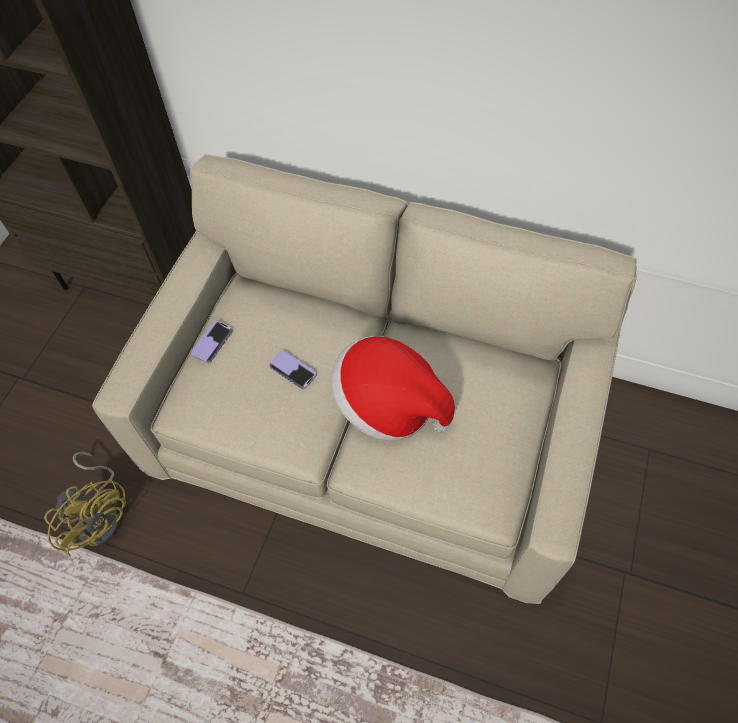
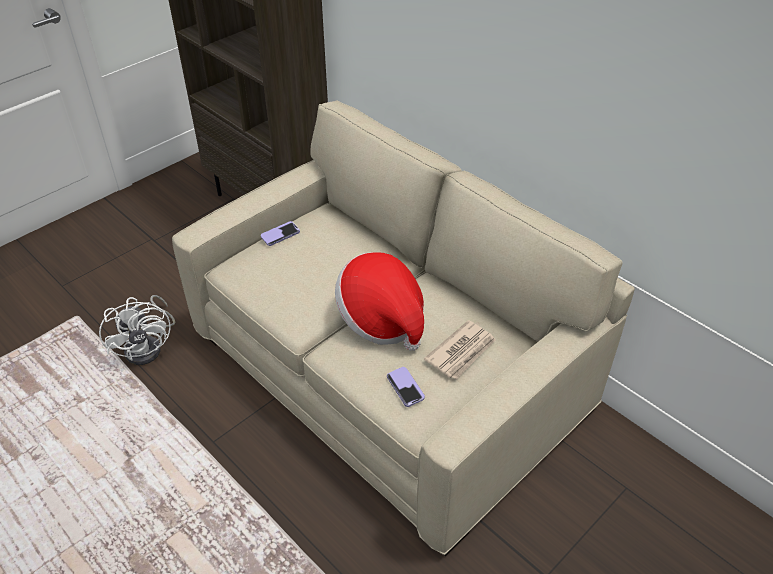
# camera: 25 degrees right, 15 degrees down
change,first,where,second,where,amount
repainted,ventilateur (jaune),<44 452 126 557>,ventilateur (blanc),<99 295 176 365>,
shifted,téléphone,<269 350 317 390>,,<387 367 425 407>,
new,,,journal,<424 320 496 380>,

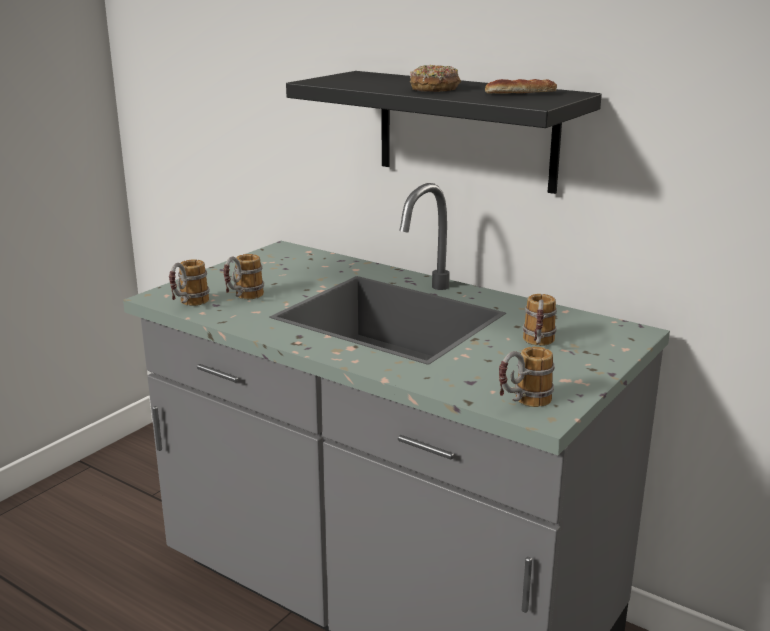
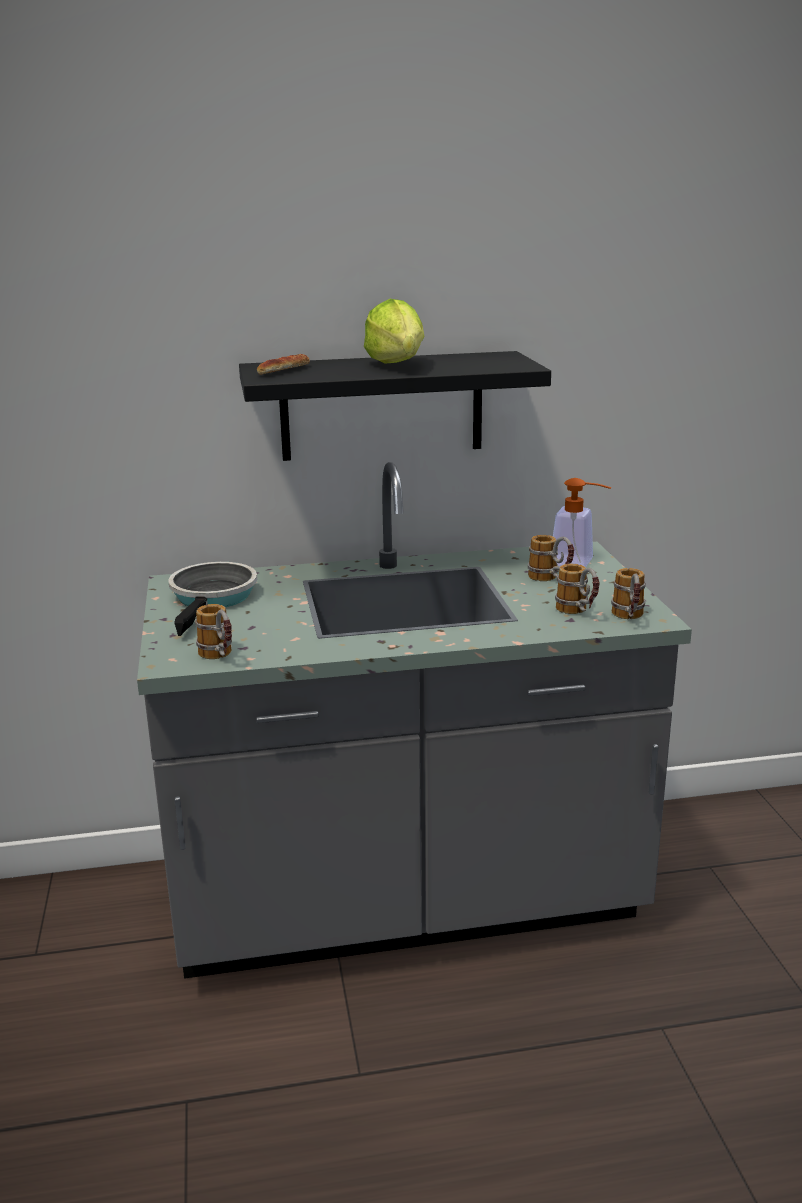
# camera: 45 degrees left, 0 degrees up
change,first,where,second,where,amount
shifted,mug,<223 254 264 299>,,<555 564 600 614>,
swapped,beignet,<410 64 461 92>,laitue,<364 299 425 364>,
shifted,pain,<485 79 557 94>,,<257 354 310 375>,
new,,,poêle,<168 562 257 636>,
new,,,distributeur de savon,<553 478 612 567>,

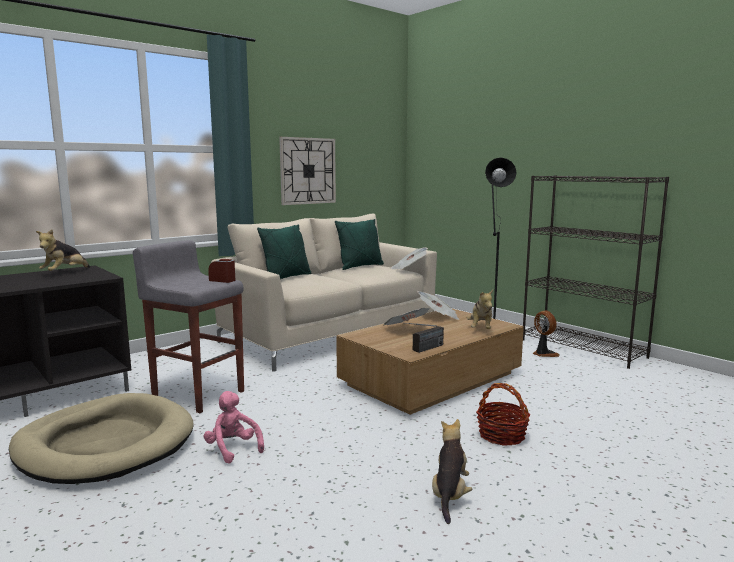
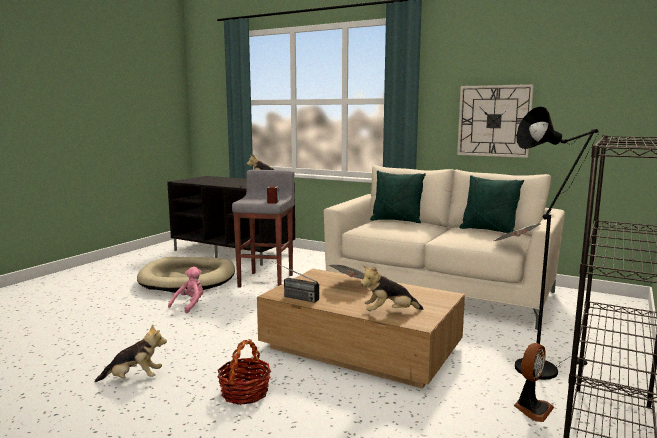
# camera: 70 degrees right, 0 degrees up
change,first,where,second,where,amount
gone,journal,<417 291 459 320>,,,

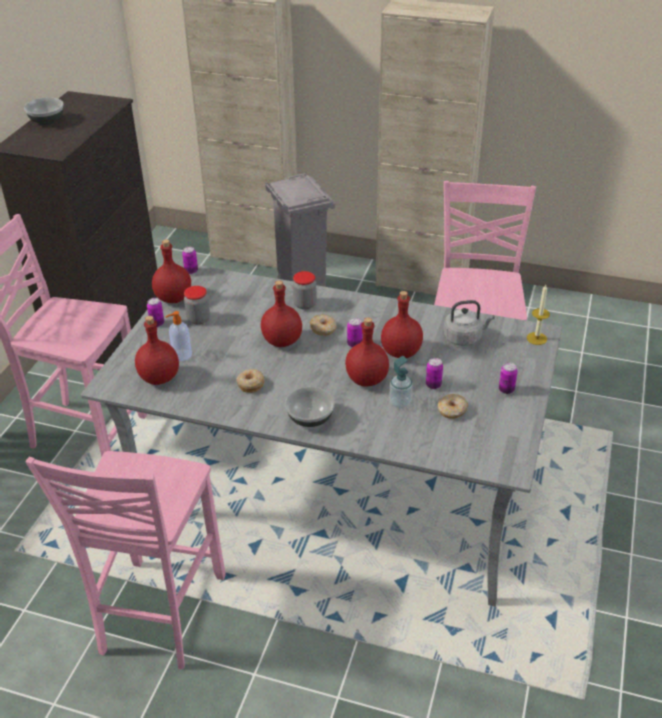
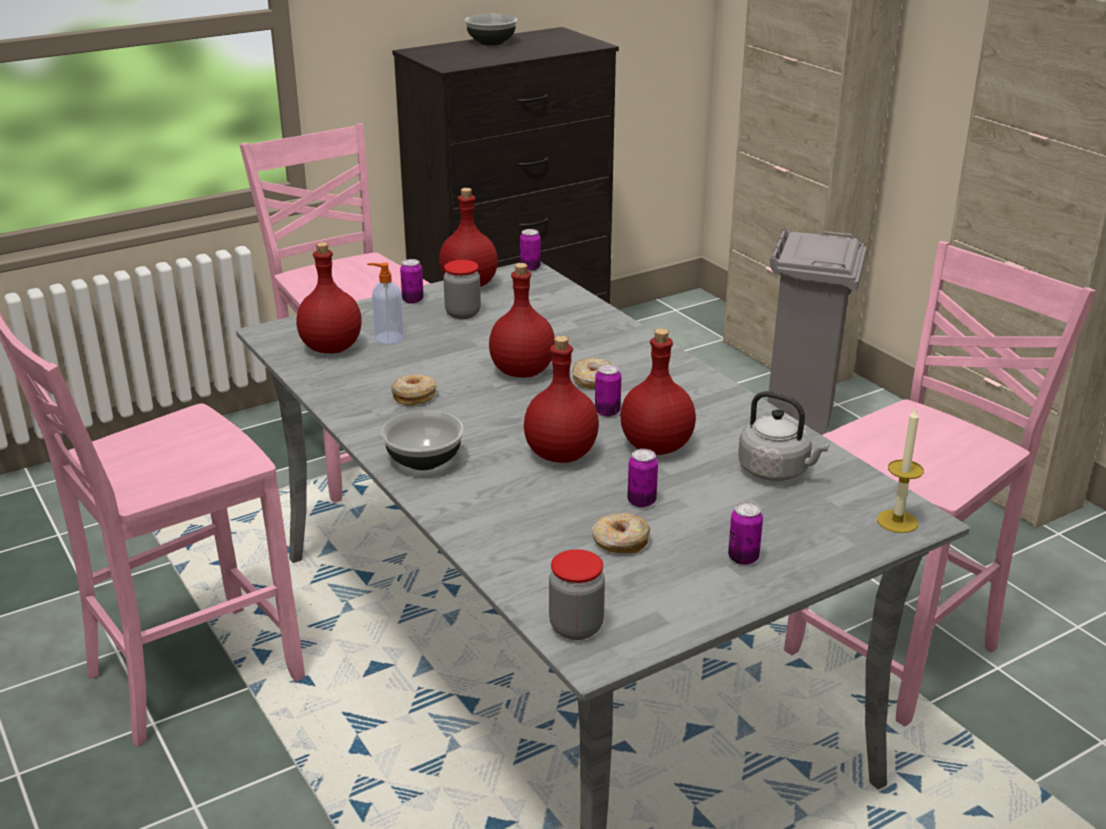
# camera: 40 degrees right, 10 degrees down
change,first,where,second,where,amount
shifted,bocal,<293 271 317 310>,,<549 549 605 640>,
gone,distributeur de savon,<389 356 413 408>,,,

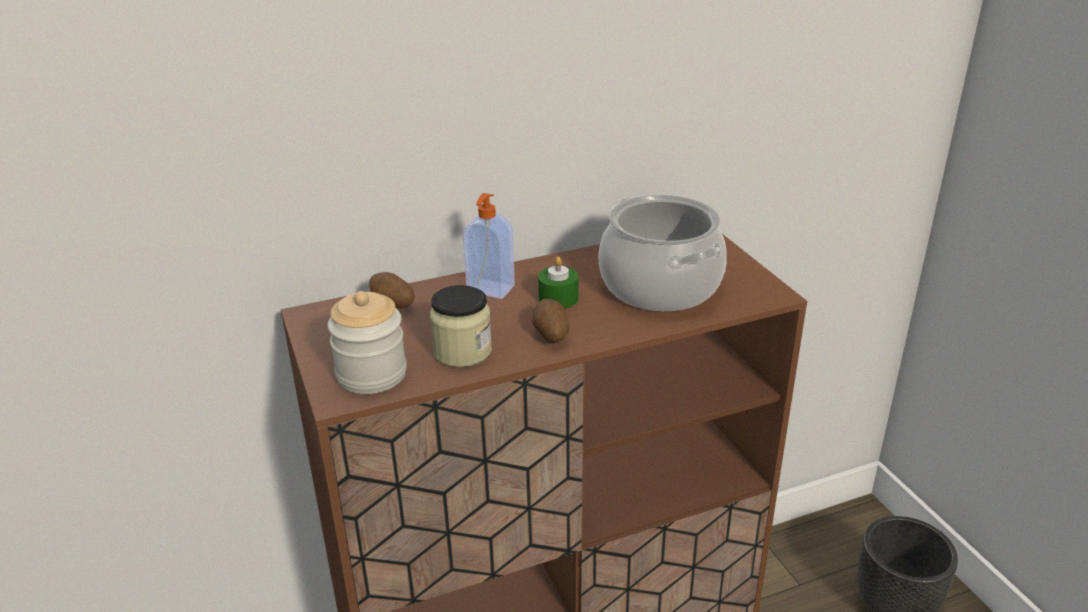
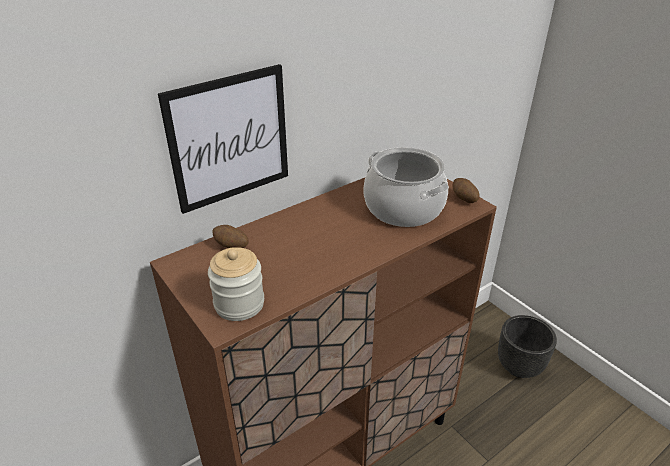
# camera: 15 degrees left, 5 degrees up
change,first,where,second,where,amount
gone,bocal,<430 285 492 367>,,,
gone,distributeur de savon,<463 193 515 299>,,,
shifted,pomme de terre,<532 299 570 343>,,<453 178 480 203>,
gone,bougie (vert),<538 256 579 309>,,,
new,,,tableau,<158 64 288 214>,

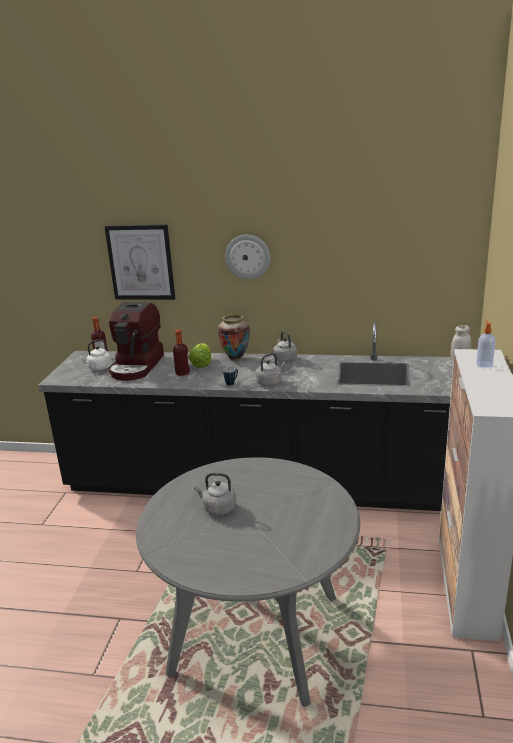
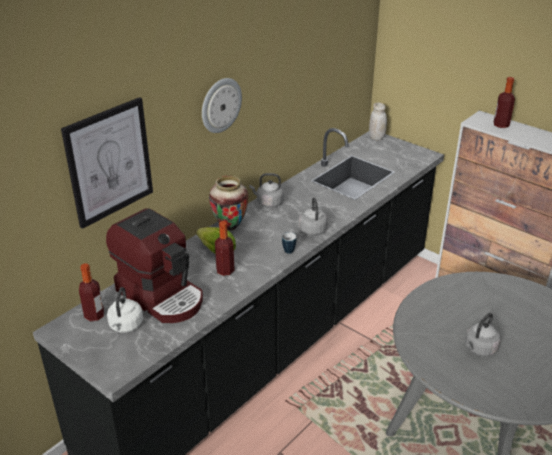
# camera: 60 degrees left, 10 degrees up
change,first,where,second,where,amount
swapped,distributeur de savon,<476 320 496 368>,bouteille,<494 77 515 128>,

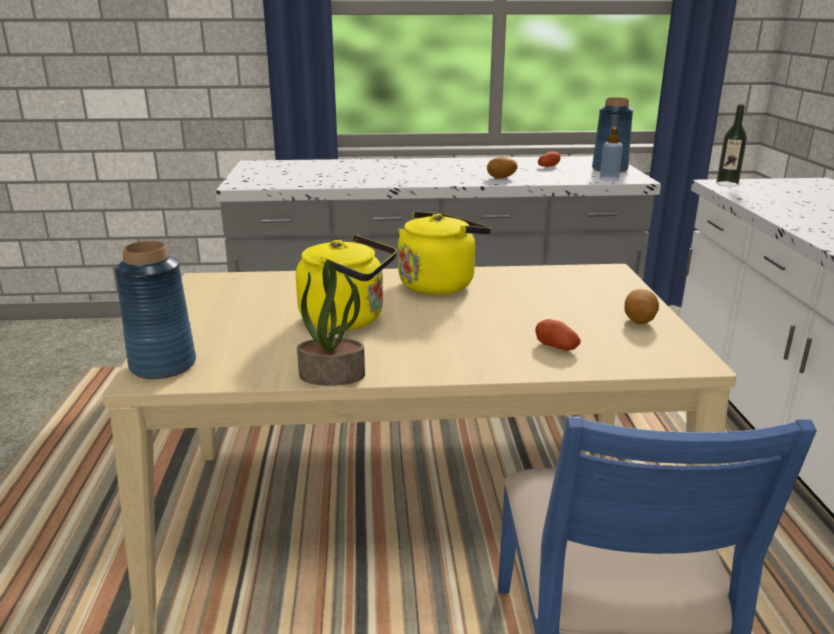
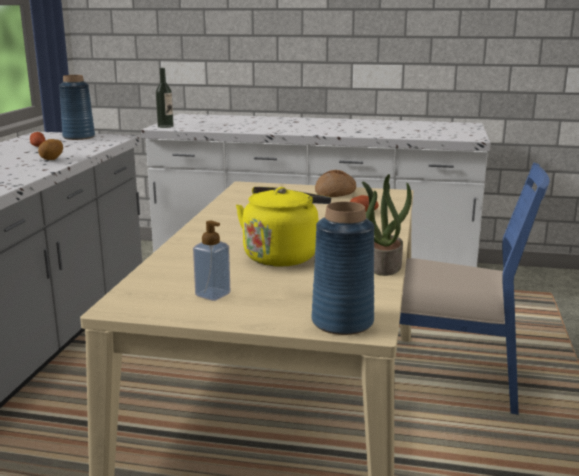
# camera: 75 degrees left, 5 degrees down
change,first,where,second,where,amount
gone,bouilloire (jaune),<398 212 491 295>,,,
shifted,distributeur de savon,<600 127 623 181>,,<193 221 230 301>,
swapped,pomme de terre,<625 289 659 324>,pain,<315 170 356 197>,

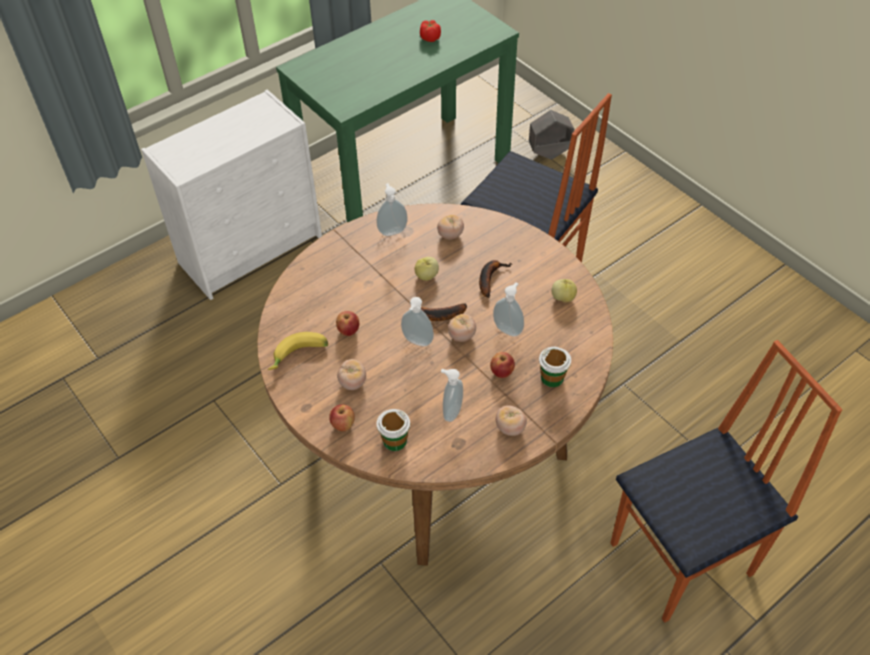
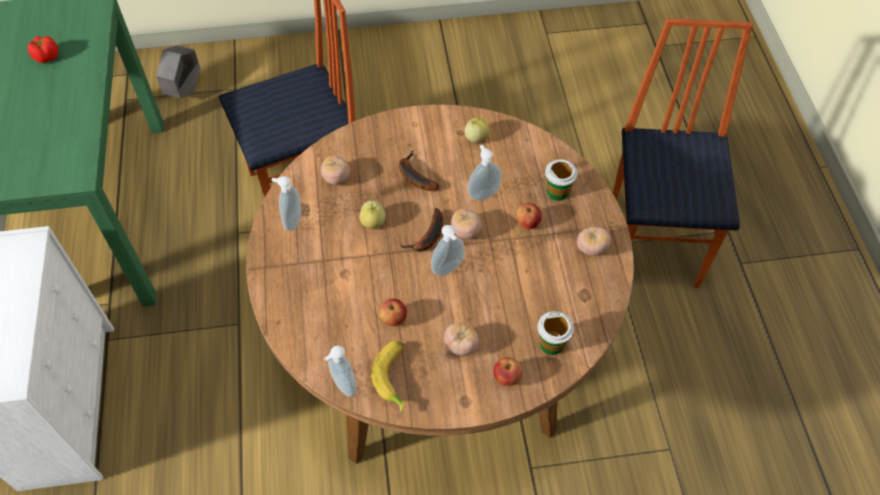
# camera: 60 degrees left, 5 degrees up
change,first,where,second,where,amount
shifted,distributeur de savon,<441 369 463 422>,,<324 345 356 397>,

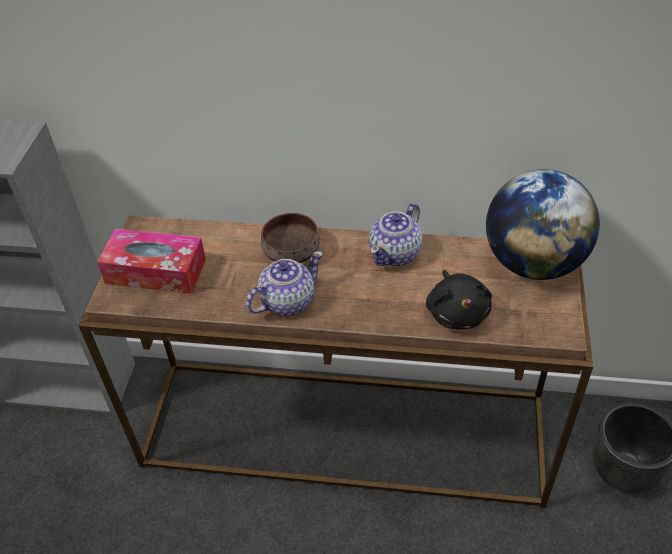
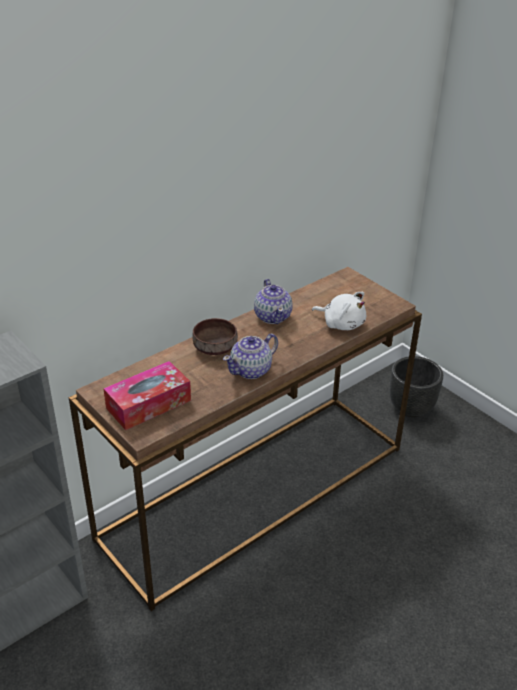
# camera: 50 degrees left, 10 degrees down
change,first,where,second,where,amount
rotated,théière,<246 251 323 315>,,<223 334 278 379>,135 degrees counterclockwise
repainted,peluche (noir),<426 270 492 329>,peluche (blanc),<312 292 366 330>,
gone,globe,<486 169 600 280>,,,

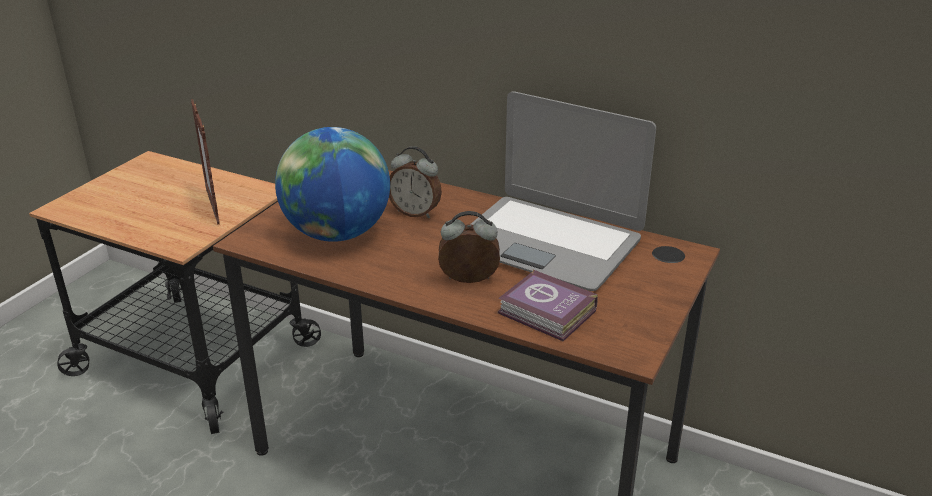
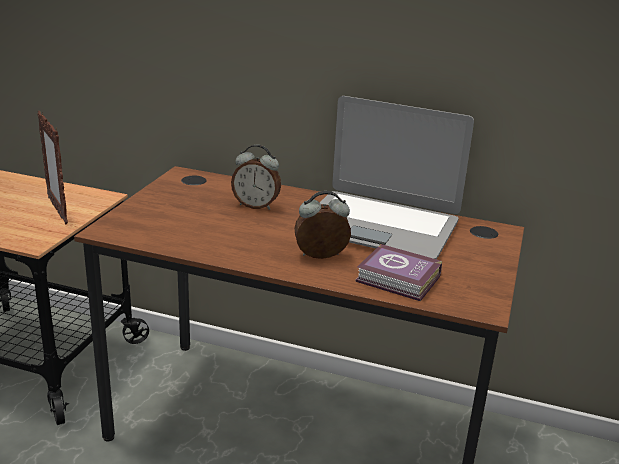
# camera: 10 degrees left, 5 degrees down
change,first,where,second,where,amount
gone,globe,<275 127 390 242>,,,

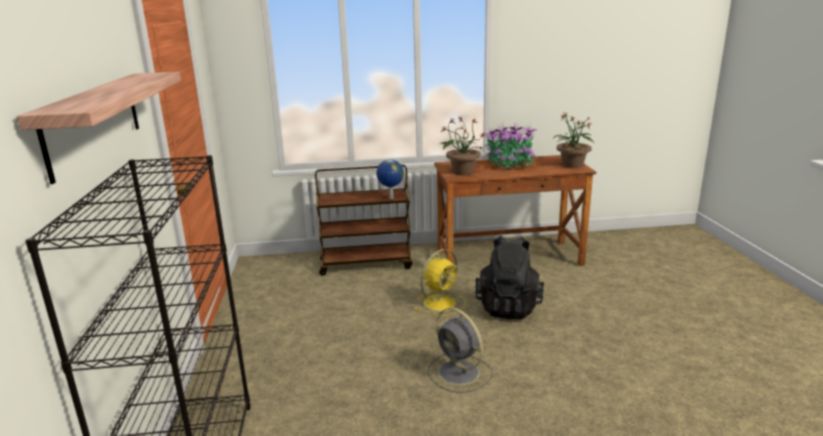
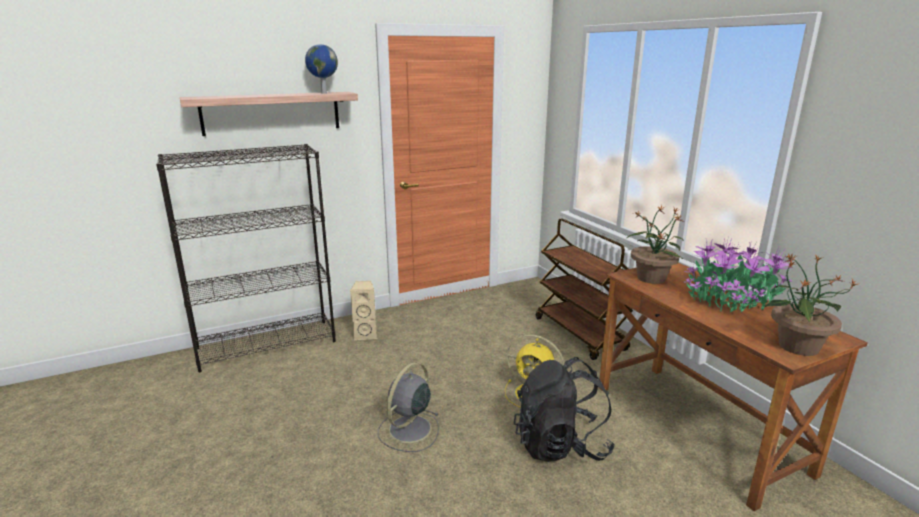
# camera: 70 degrees right, 0 degrees up
change,first,where,second,where,amount
shifted,globe,<376 159 404 199>,,<305 44 338 94>,
new,,,enceinte (beige),<350 281 377 340>,

